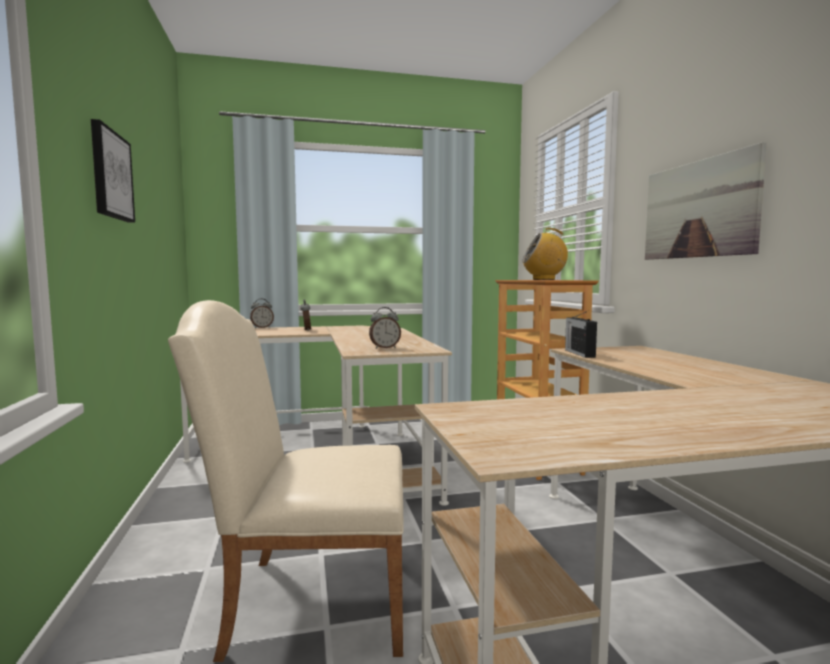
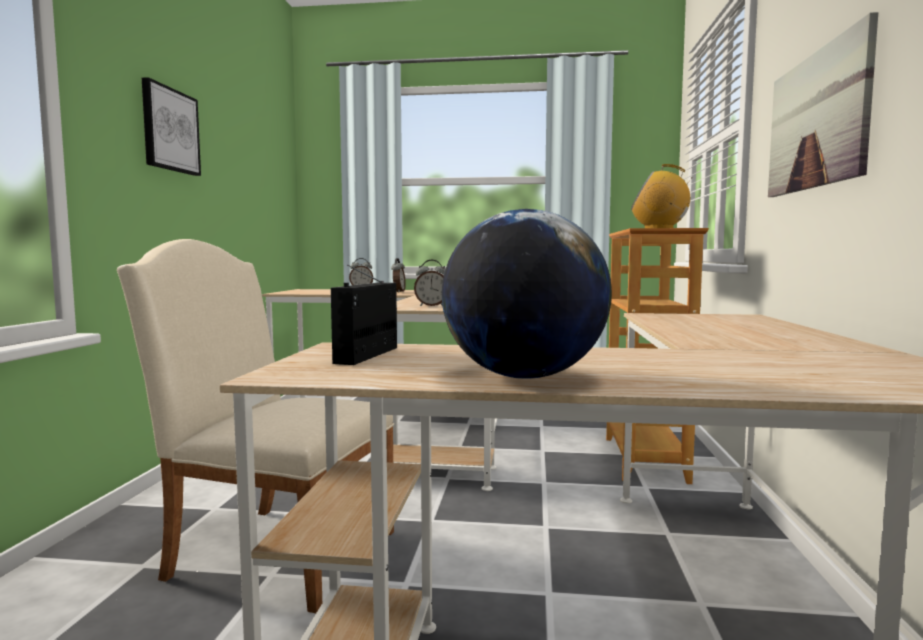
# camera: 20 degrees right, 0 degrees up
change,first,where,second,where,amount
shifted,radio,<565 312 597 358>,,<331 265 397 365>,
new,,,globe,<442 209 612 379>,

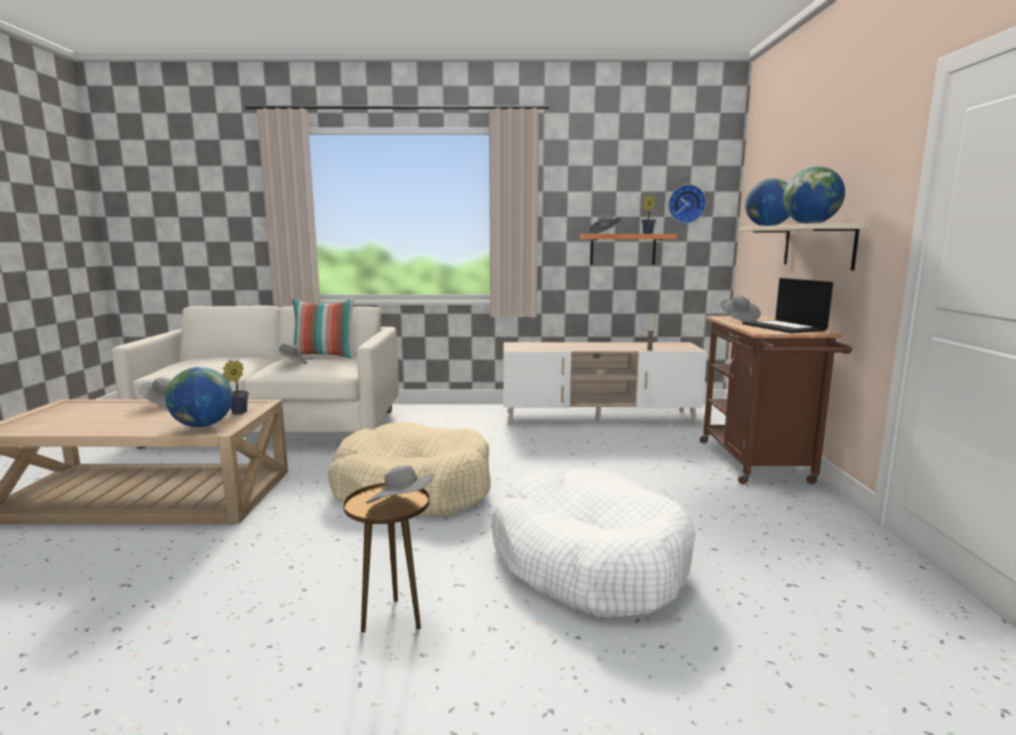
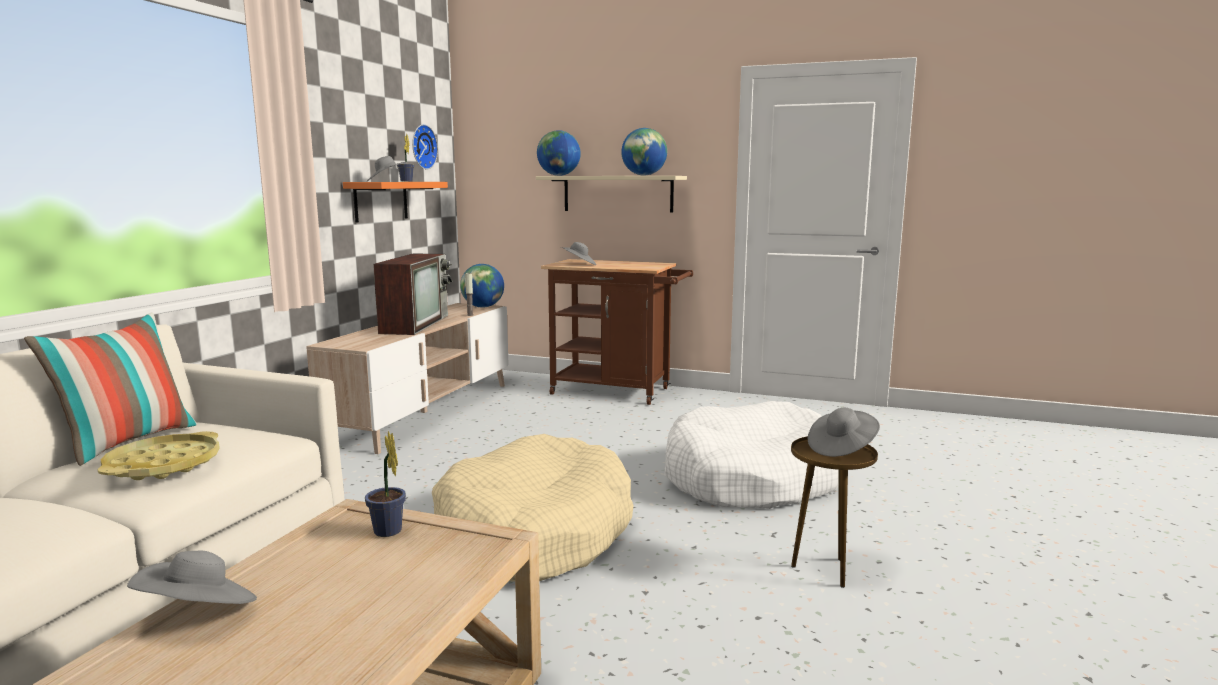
# camera: 70 degrees left, 0 degrees up
change,first,where,second,where,amount
shifted,globe,<165 367 233 427>,,<460 264 504 308>,
swapped,chapeau (gris),<269 342 307 364>,plateau (jaune),<98 431 220 480>,
gone,ordinateur portable,<742 278 833 333>,,,
new,,,téléviseur,<373 254 452 335>,

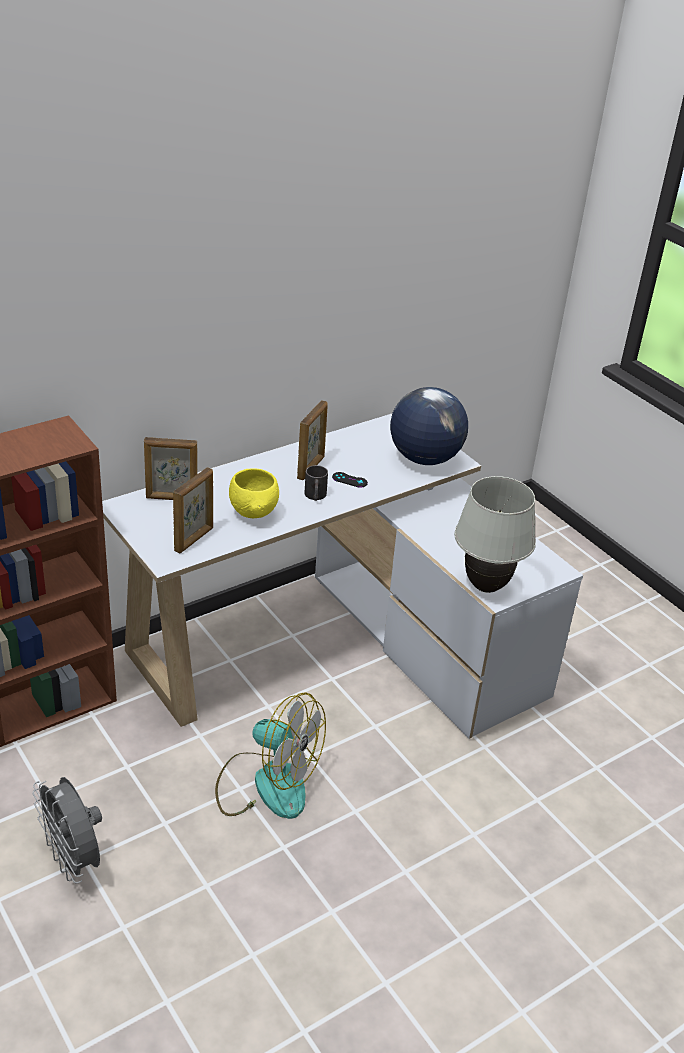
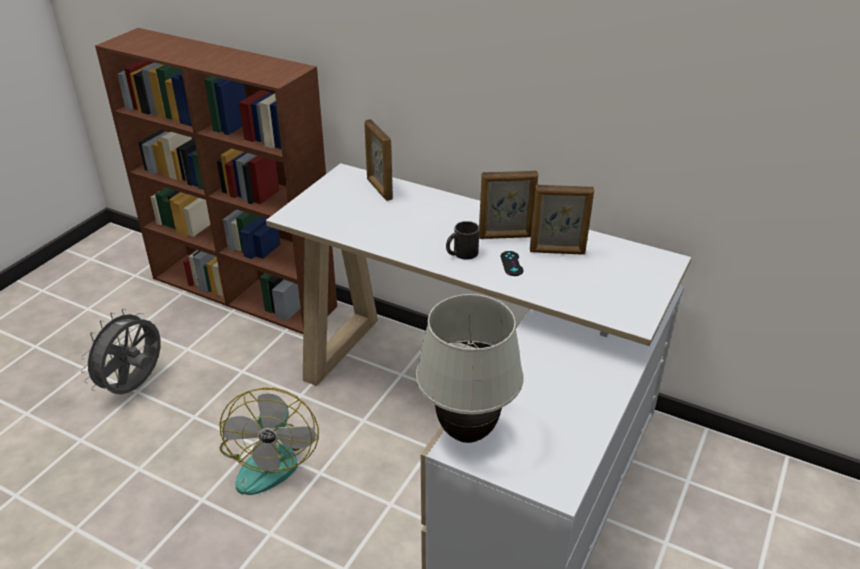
# camera: 65 degrees right, 0 degrees up
change,first,where,second,where,amount
shifted,cadre photo,<173 467 213 554>,,<530 184 594 255>,
gone,bol (jaune),<229 468 279 518>,,,
gone,globe,<390 387 468 465>,,,

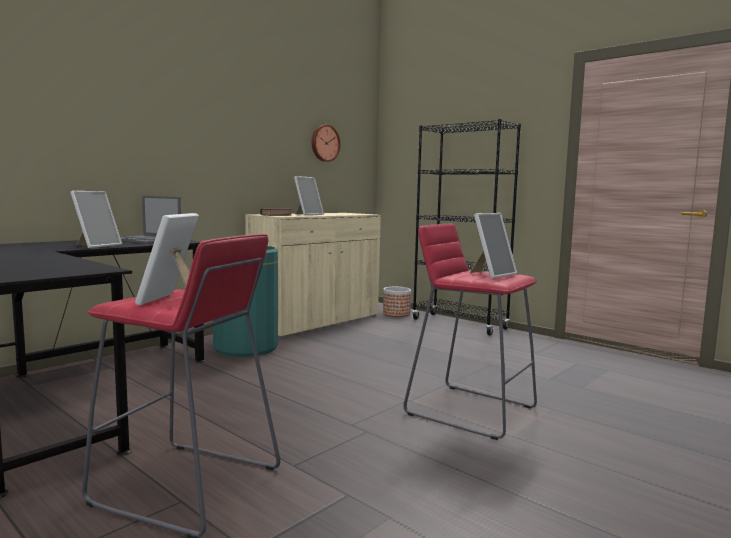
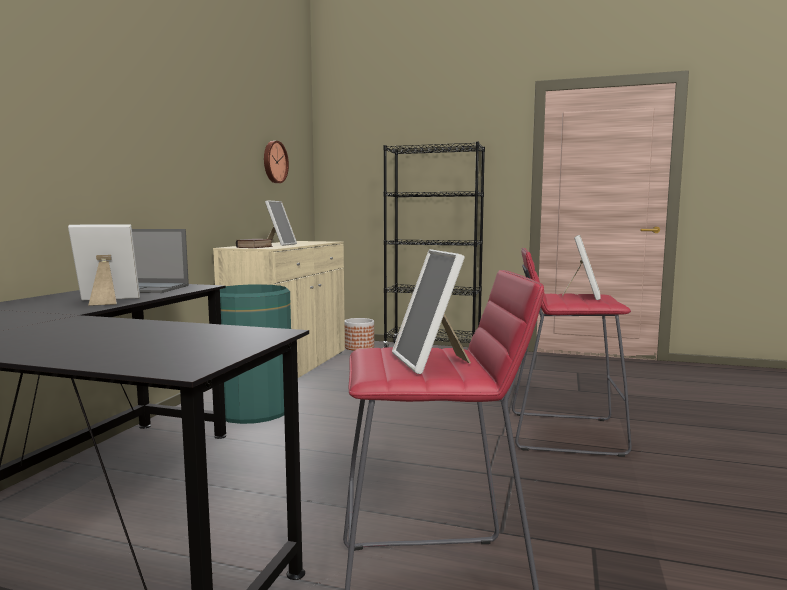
# camera: 25 degrees left, 0 degrees up
change,first,where,second,where,amount
rotated,cadre photo,<70 191 122 248>,,<68 224 140 306>,105 degrees counterclockwise

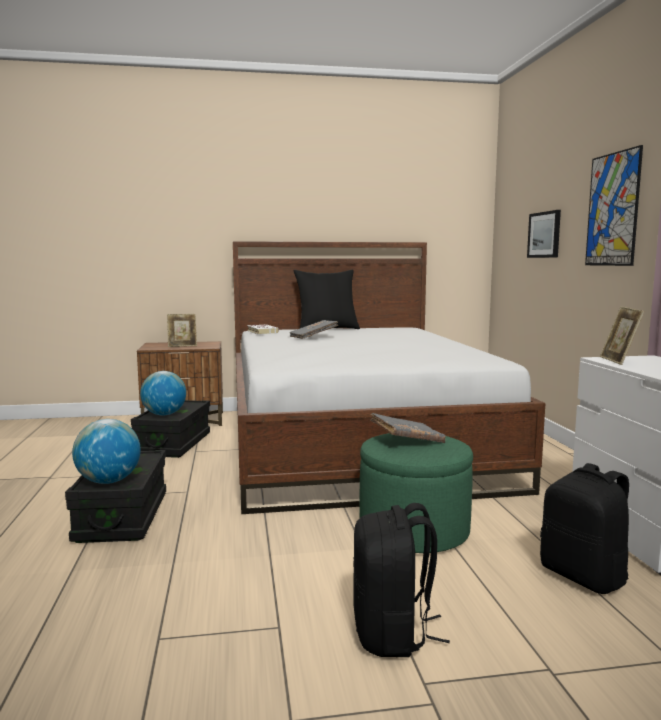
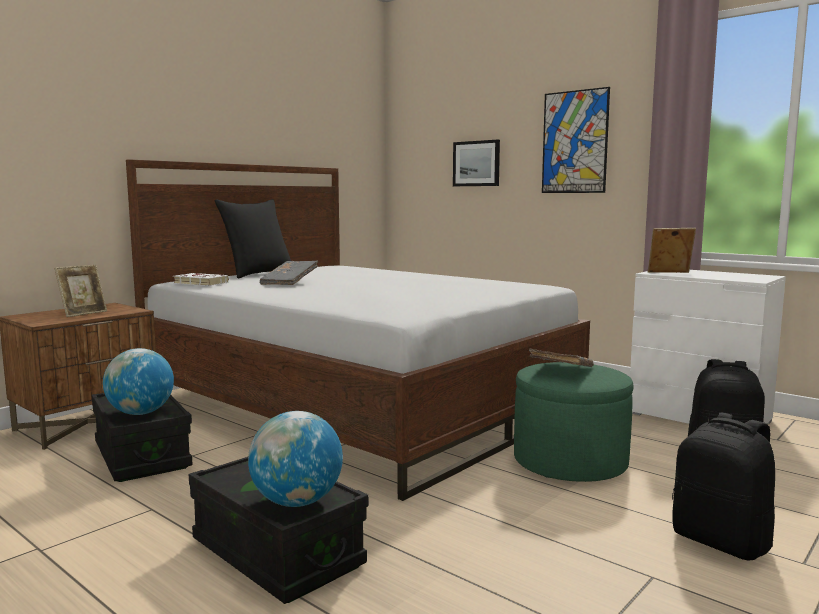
# camera: 40 degrees left, 0 degrees up
change,first,where,second,where,amount
rotated,cadre photo,<600 306 645 365>,,<648 228 696 273>,135 degrees clockwise

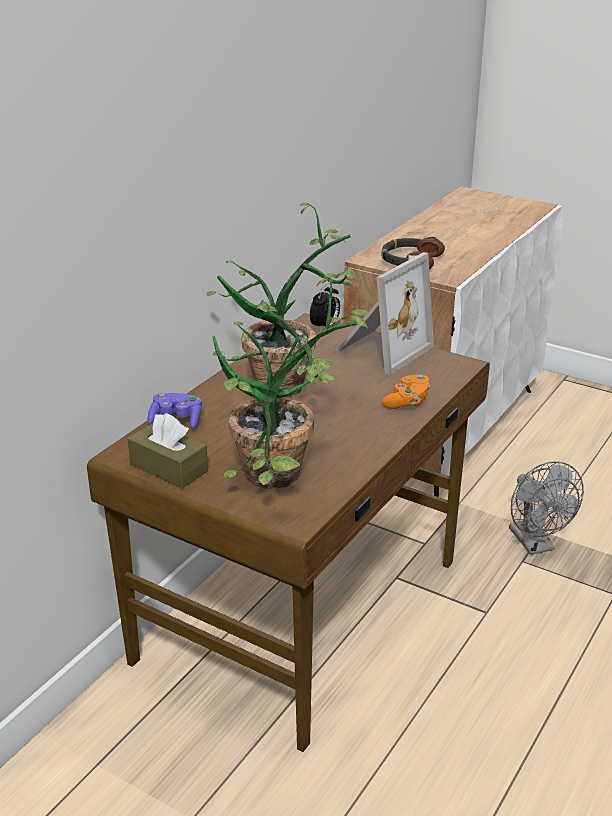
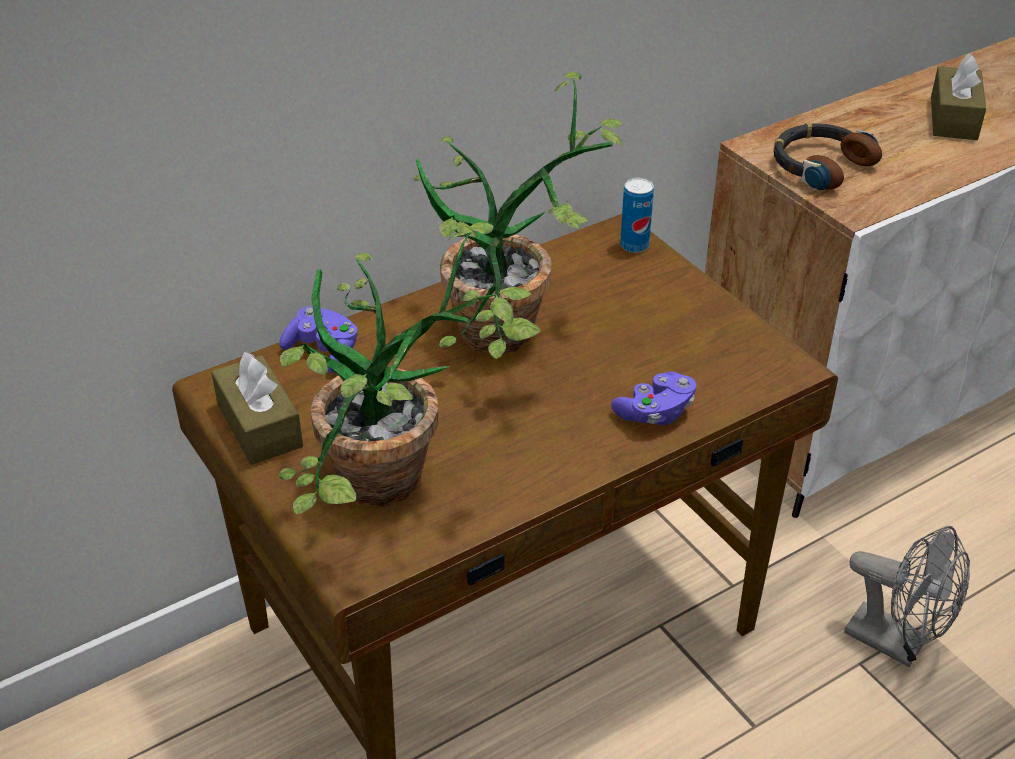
# camera: 25 degrees right, 10 degrees up
change,first,where,second,where,amount
swapped,réveil,<310 283 340 332>,boîte métallique,<620 178 654 253>,
gone,cadre photo,<336 252 434 376>,,,
repainted,manette (orange),<382 374 430 409>,manette (violet),<611 371 696 425>,
rotated,ventilateur (gris),<509 461 584 555>,,<844 526 970 667>,60 degrees counterclockwise
new,,,boîte à mouchoirs (marron),<931 54 986 140>,

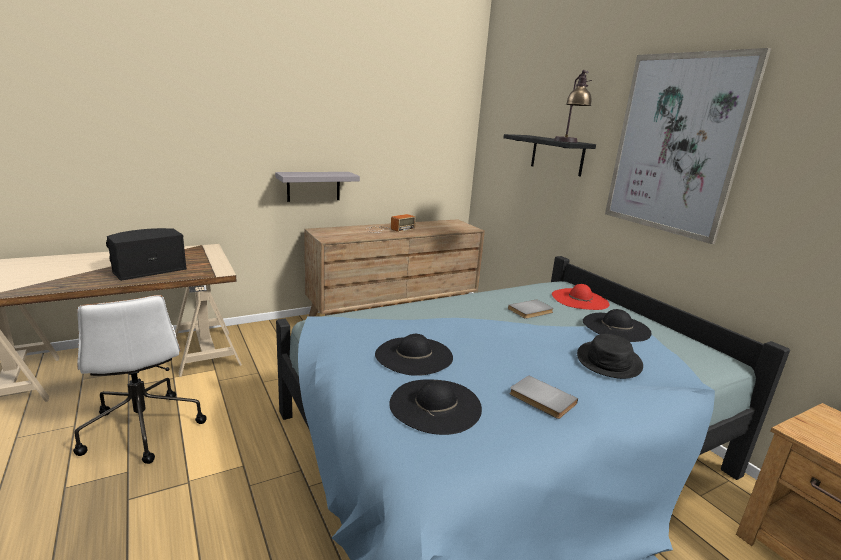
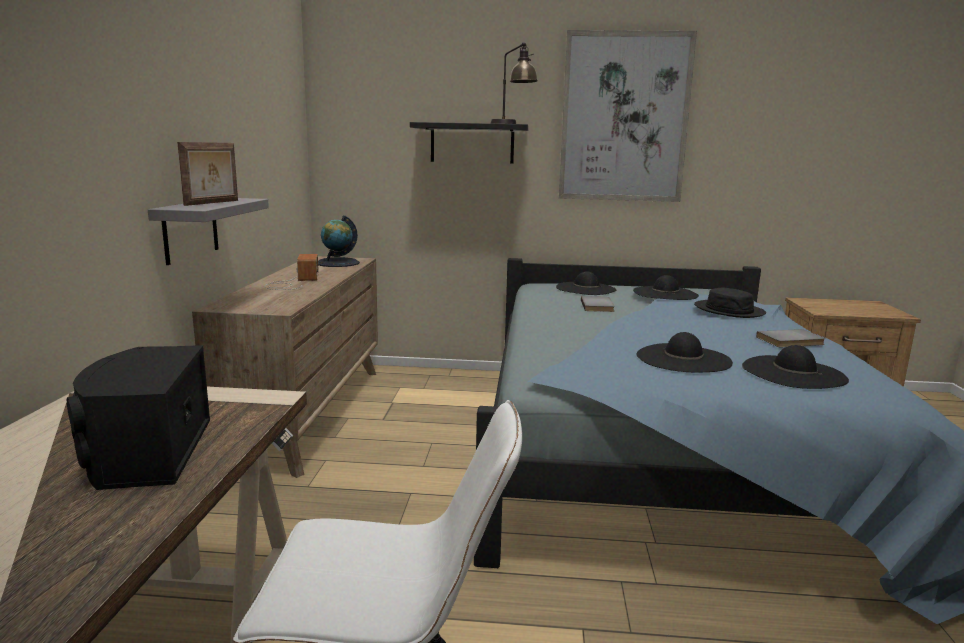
# camera: 55 degrees left, 5 degrees down
change,first,where,second,where,amount
repainted,chapeau (rouge),<552 284 609 310>,chapeau (noir),<556 271 617 295>,
new,,,cadre photo,<177 142 238 206>,
new,,,globe,<318 215 360 267>,

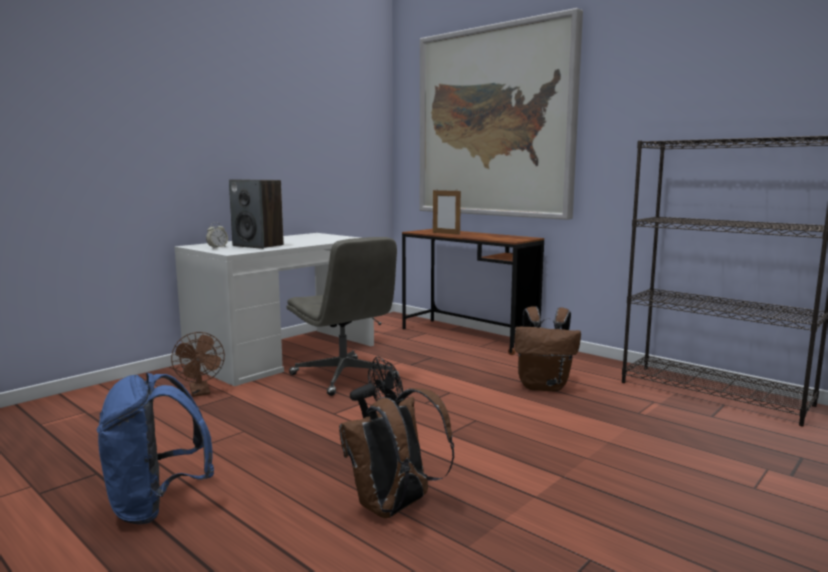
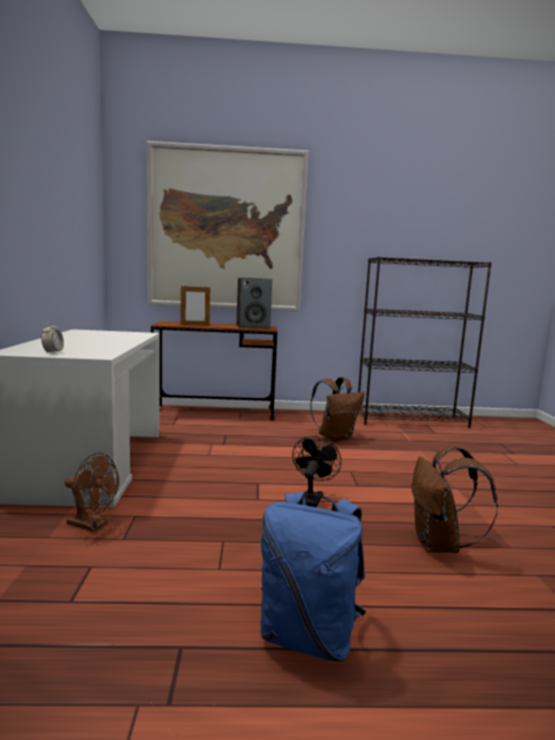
# camera: 45 degrees left, 0 degrees up
change,first,where,second,where,amount
shifted,enceinte,<229 179 284 249>,,<237 278 272 329>,
gone,chaise de bureau (gris),<286 237 399 396>,,,

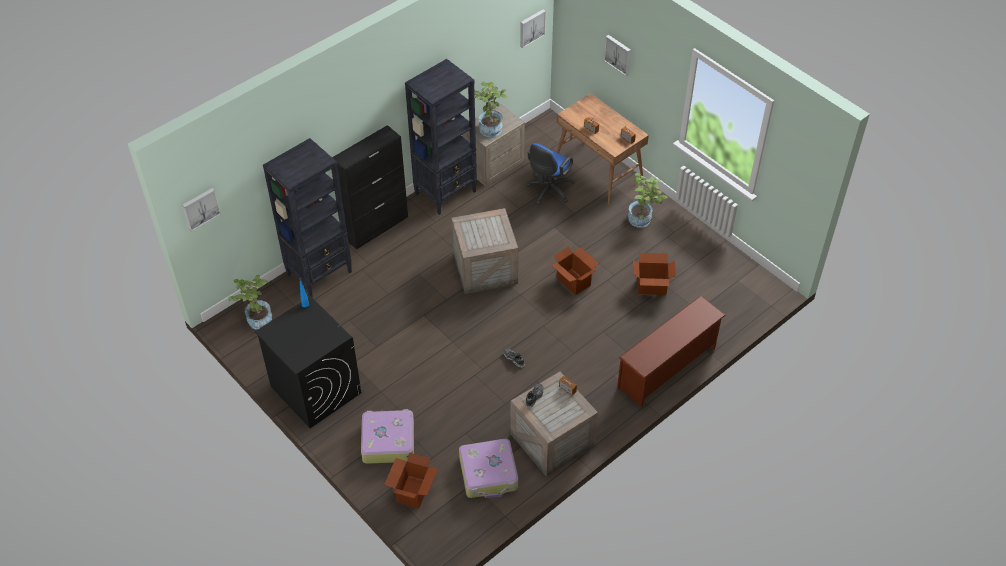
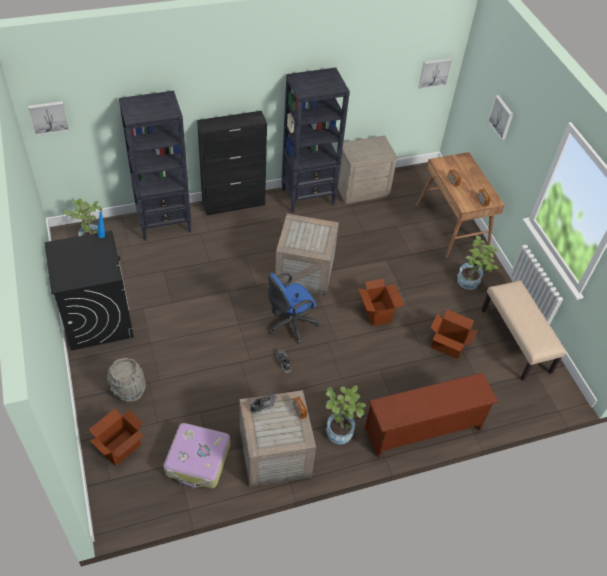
# camera: 20 degrees right, 0 degrees up
change,first,where,second,where,amount
swapped,valise,<361 409 414 464>,seau (gris),<107 358 146 402>,
shifted,plante en pot,<474 82 507 137>,,<326 385 366 444>,
shifted,chaise de bureau (bleu),<527 143 575 205>,,<268 273 320 343>,
new,,,banc (beige),<481 280 566 381>,

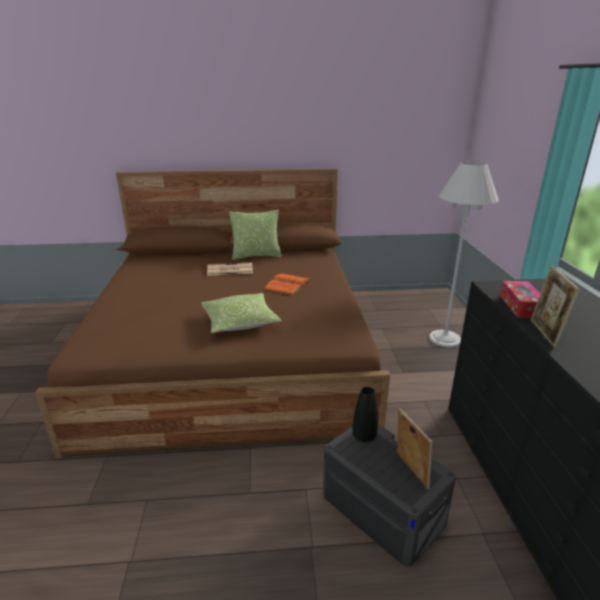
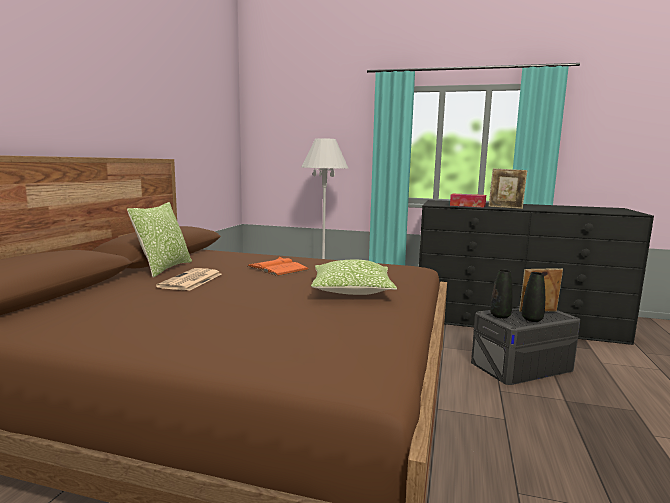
# camera: 70 degrees left, 15 degrees down
change,first,where,second,where,amount
new,,,vase (noir),<522 272 545 322>,

